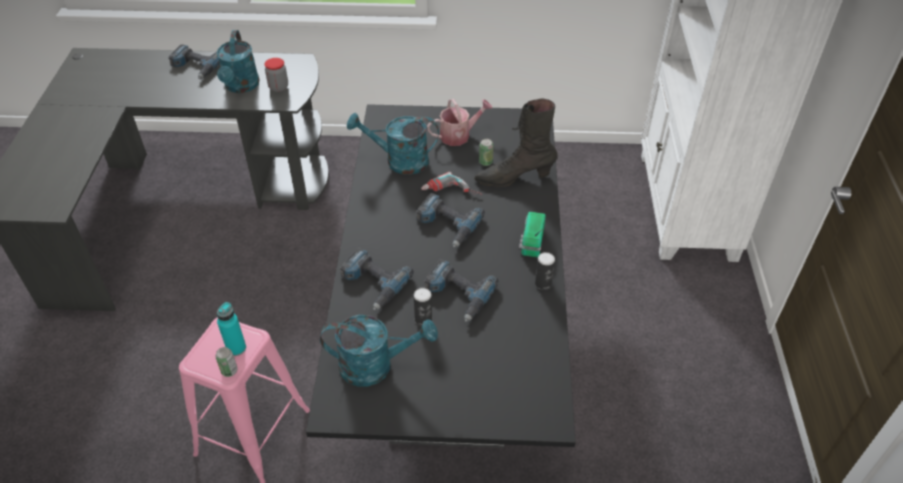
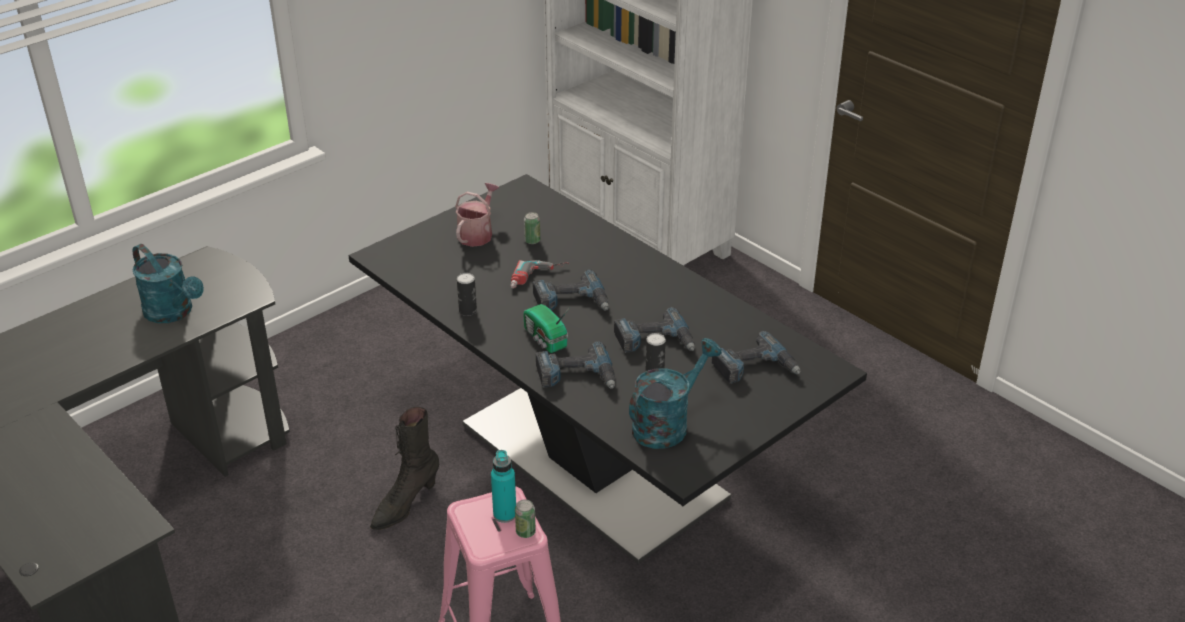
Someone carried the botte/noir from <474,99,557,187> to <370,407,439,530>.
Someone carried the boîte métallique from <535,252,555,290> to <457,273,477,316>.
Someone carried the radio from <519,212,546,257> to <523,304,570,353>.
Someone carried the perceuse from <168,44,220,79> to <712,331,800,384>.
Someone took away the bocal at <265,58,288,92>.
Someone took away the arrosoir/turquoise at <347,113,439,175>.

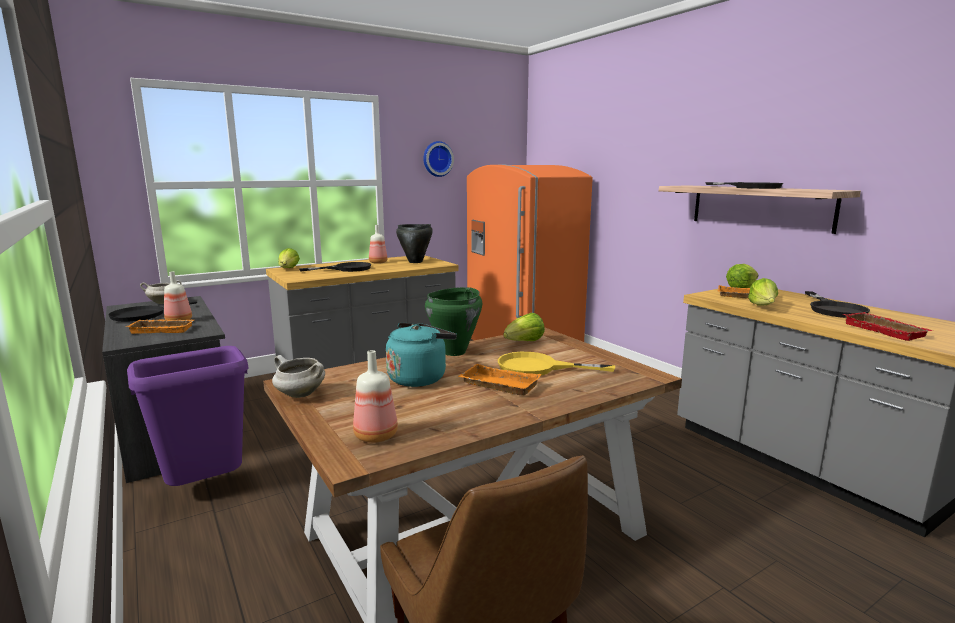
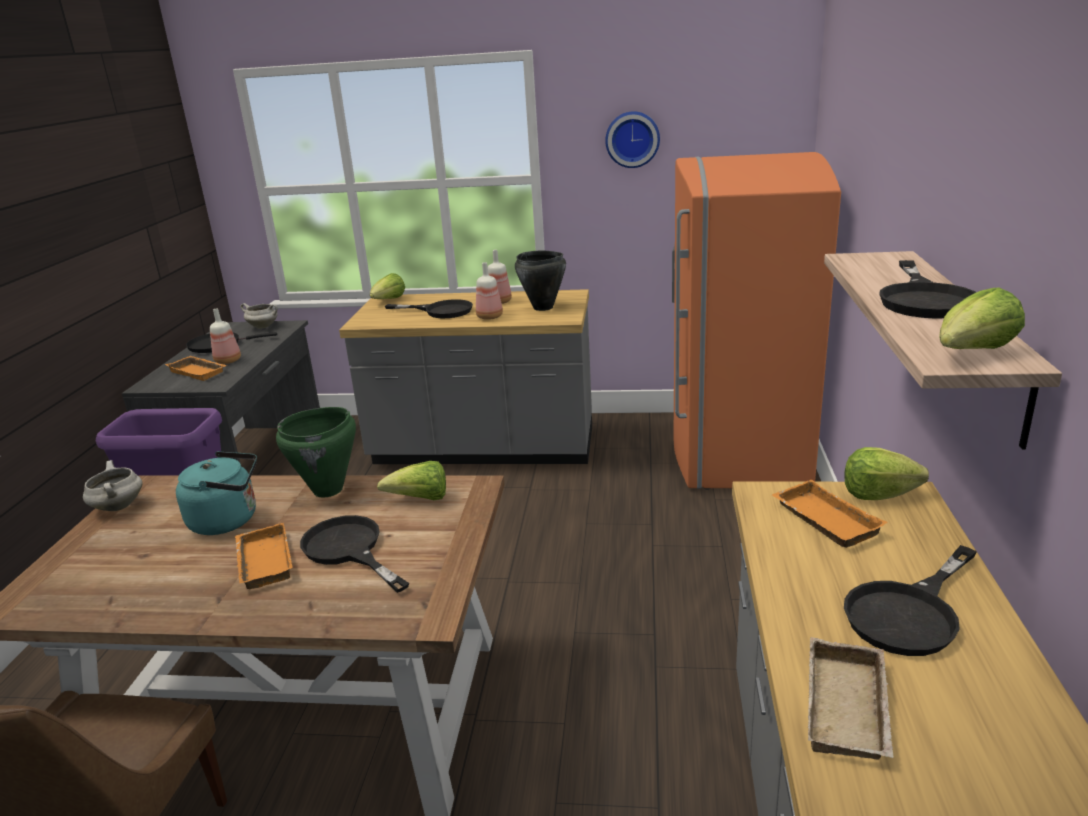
Someone repainted the poêle/jaune at <498,352,615,376>, which became the poêle/noir at <300,515,409,593>.
Someone carried the bouteille from <353,350,398,443> to <476,262,503,320>.
Someone repainted the plateau/rouge at <844,312,934,341>, which became the plateau/beige at <808,637,894,760>.
Someone carried the laitue from <748,278,778,306> to <939,288,1025,349>.

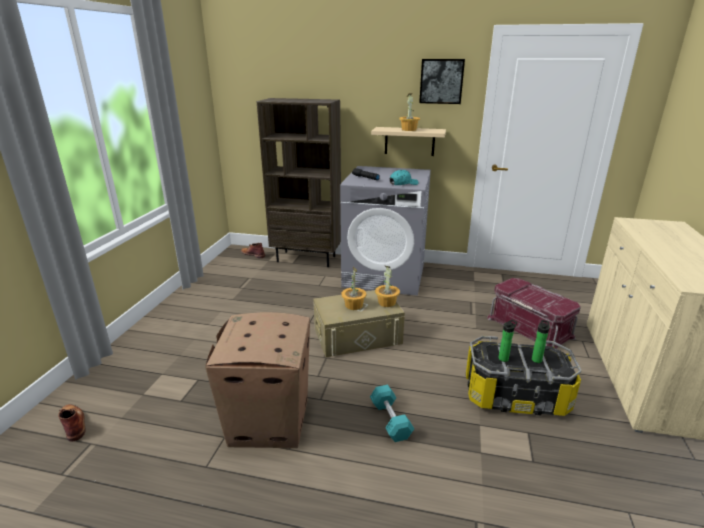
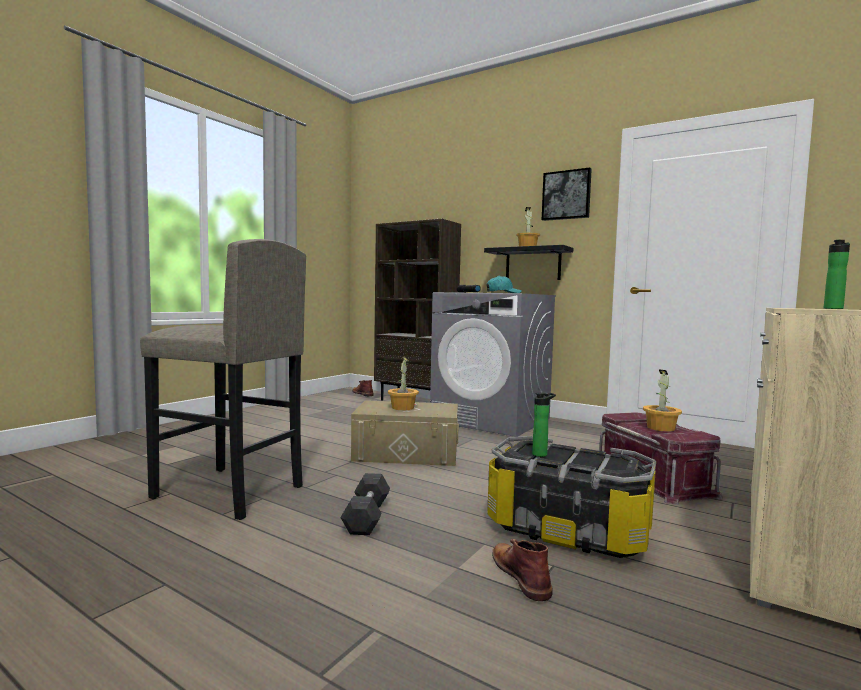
Someone swapped the carton at <205,312,310,448> for the tabouret/gris at <140,239,306,520>.
Someone repainted the haltère/turquoise at <370,385,414,442>, which became the haltère/gris at <341,473,390,535>.
Someone repainted the étagère/beige at <371,127,446,156>, which became the étagère/noir at <484,245,573,280>.
Someone carried the botte/marron from <58,404,86,442> to <492,539,553,601>.
Someone carried the plante en pot from <375,266,400,307> to <643,369,682,432>.
Someone carried the bouteille from <532,320,550,363> to <824,240,850,309>.

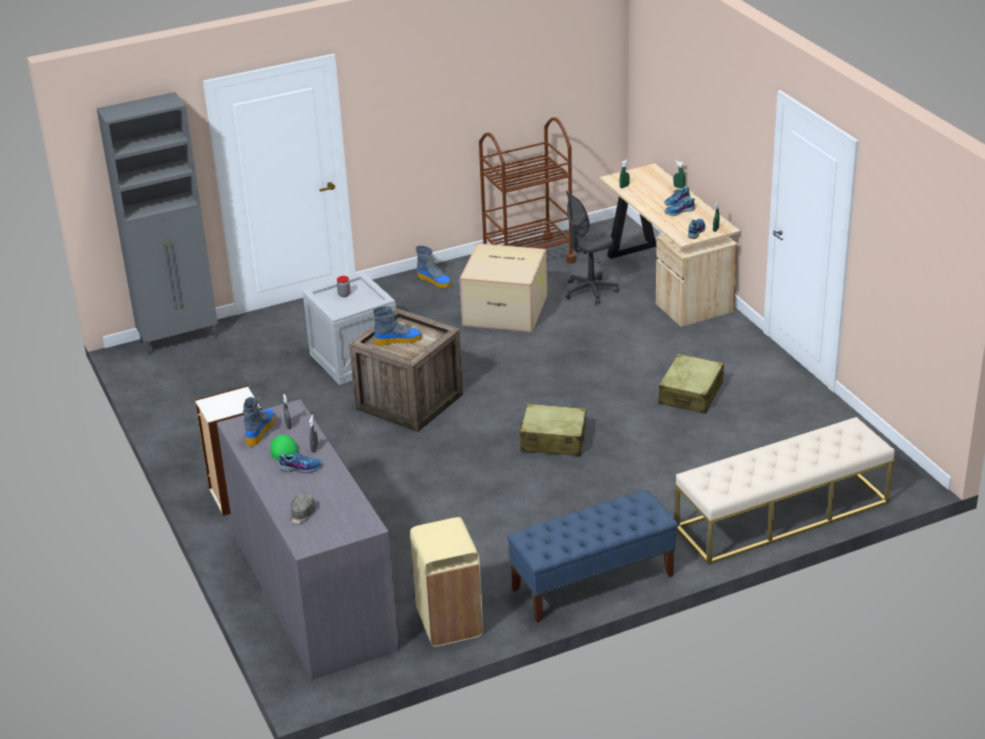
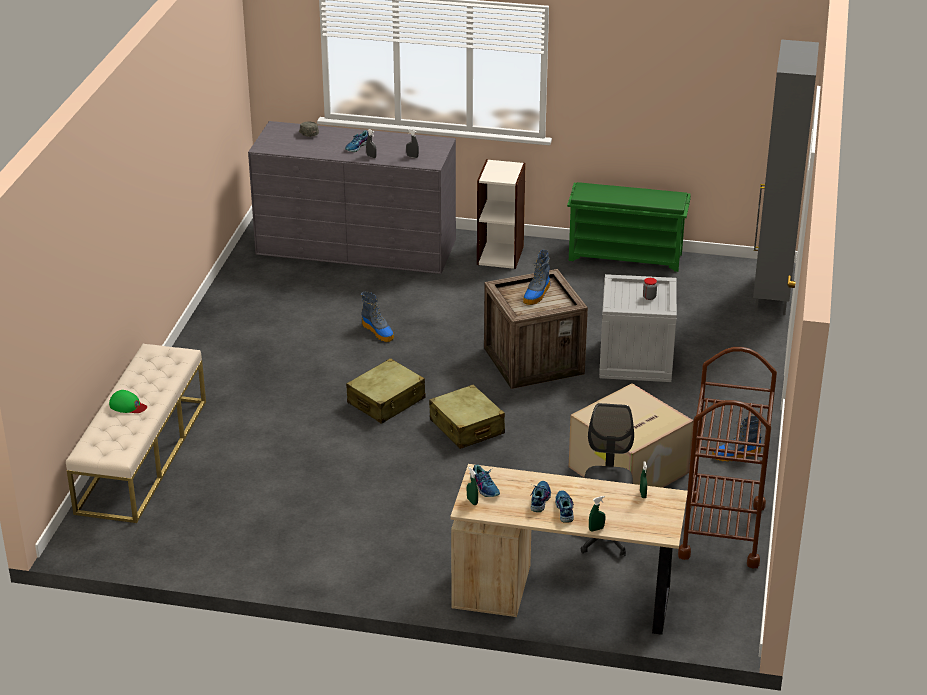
Someone carried the casquette/vert from <270,435,298,461> to <109,390,147,413>.
Someone carried the botte from <243,397,275,446> to <361,291,394,342>.
Someone carried the valise/beige from <659,354,724,414> to <429,385,505,449>.
Someone put down the étagère à chaussures/vert at <567,182,691,272>.
Someone took away the poubelle/beige at <410,517,483,647>.
Someone took away the banc/bleu at <507,490,678,622>.

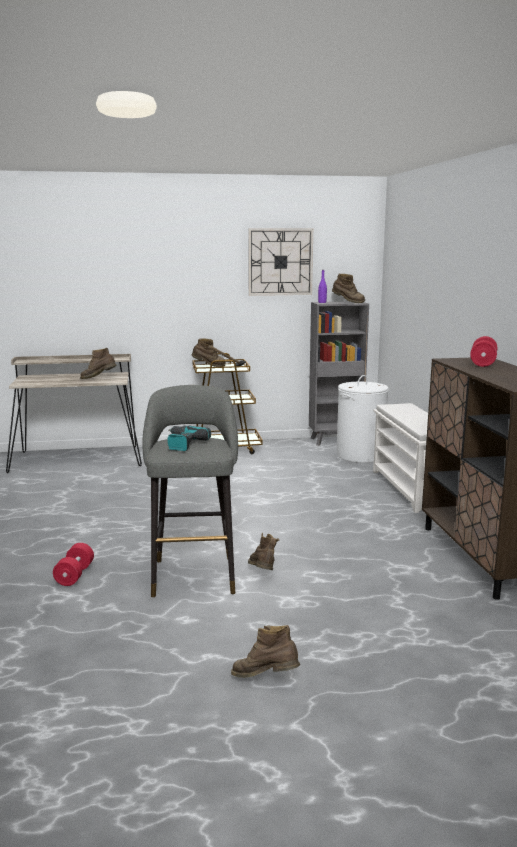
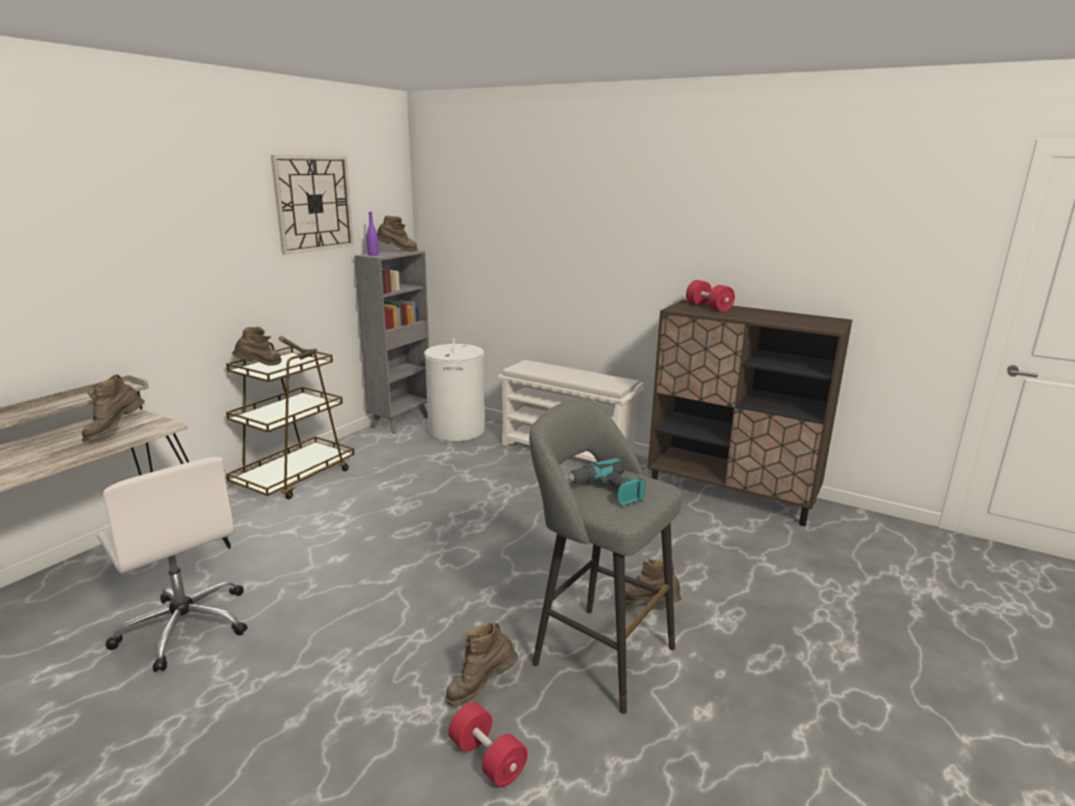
Someone put down the chaise de bureau/blanc at <97,457,247,672>.
Someone carried the botte/marron from <231,625,300,678> to <445,621,518,706>.

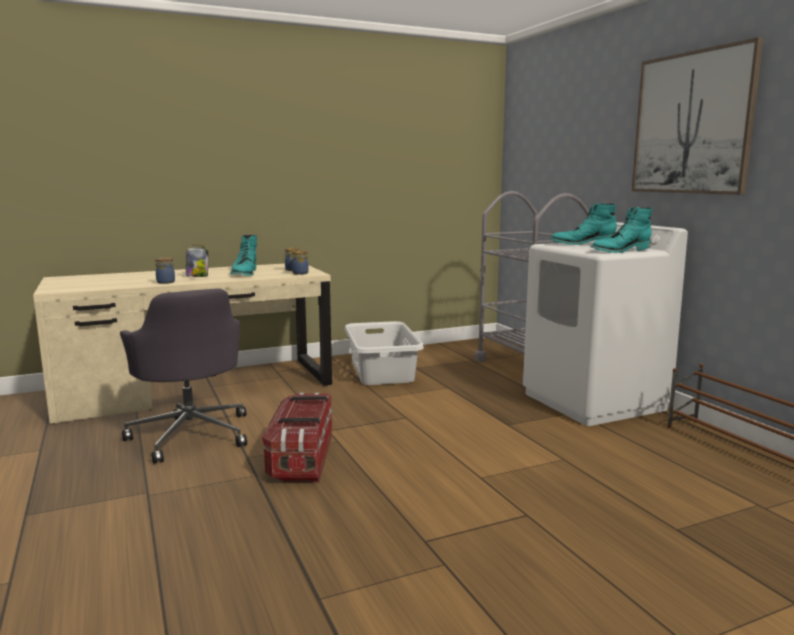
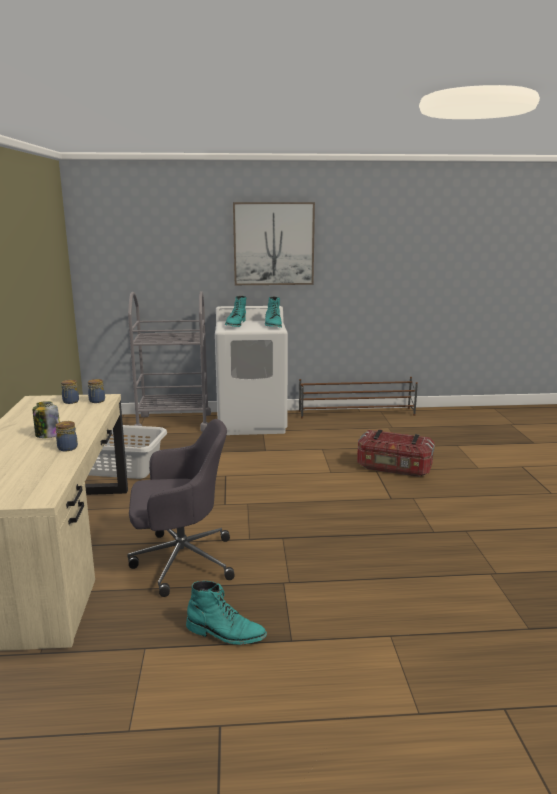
Someone carried the botte/turquoise from <230,235,257,276> to <186,580,267,645>.
Someone carried the boîte de rangement from <262,393,332,483> to <357,429,435,477>.

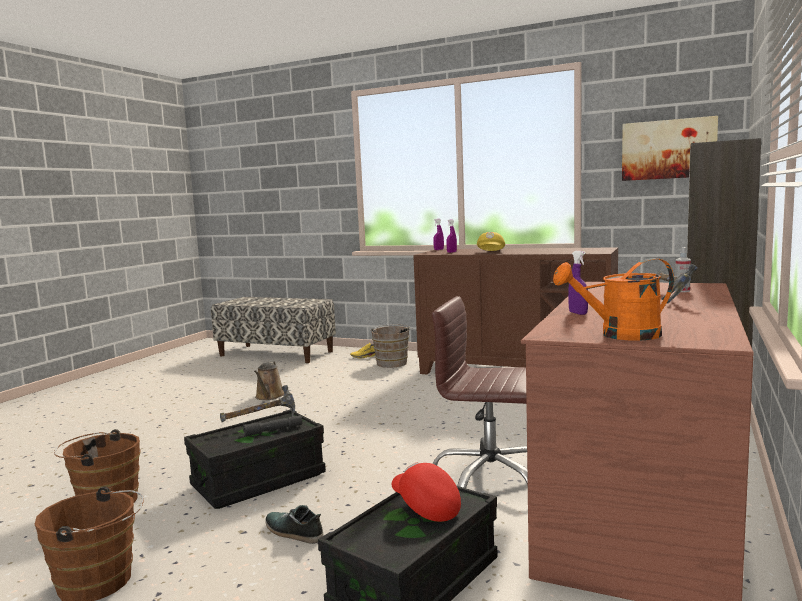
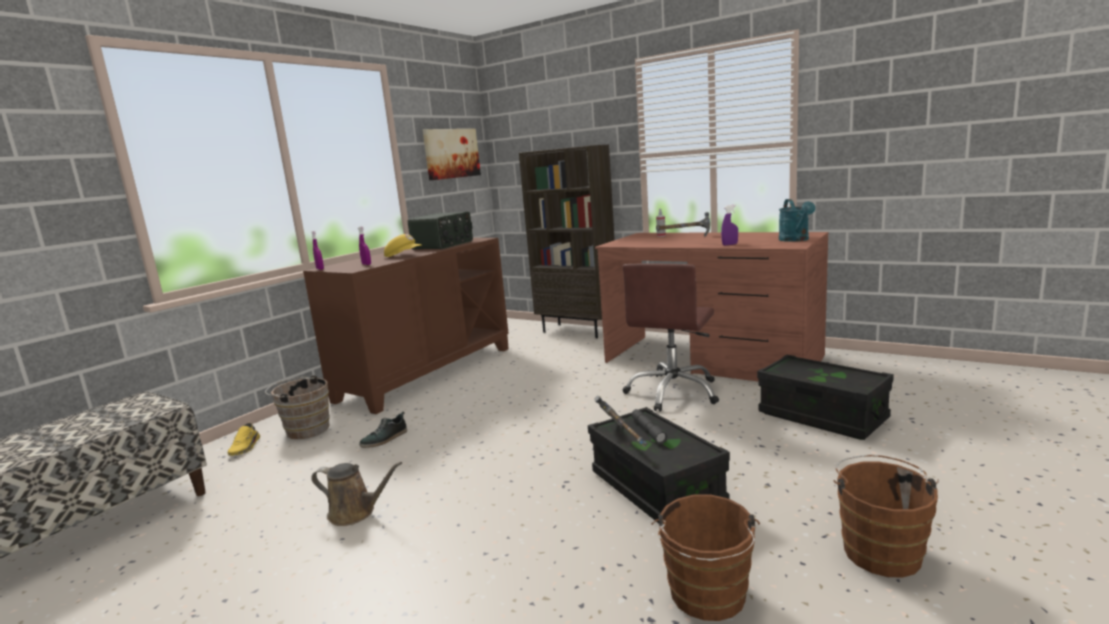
Someone carried the chaussure from <265,505,323,544> to <359,411,407,448>.
Someone put down the radio at <408,212,473,249>.
Someone repainted the arrosoir/orange at <553,258,674,341>, which became the arrosoir/turquoise at <779,199,816,242>.
Someone took away the casquette/rouge at <392,462,461,522>.

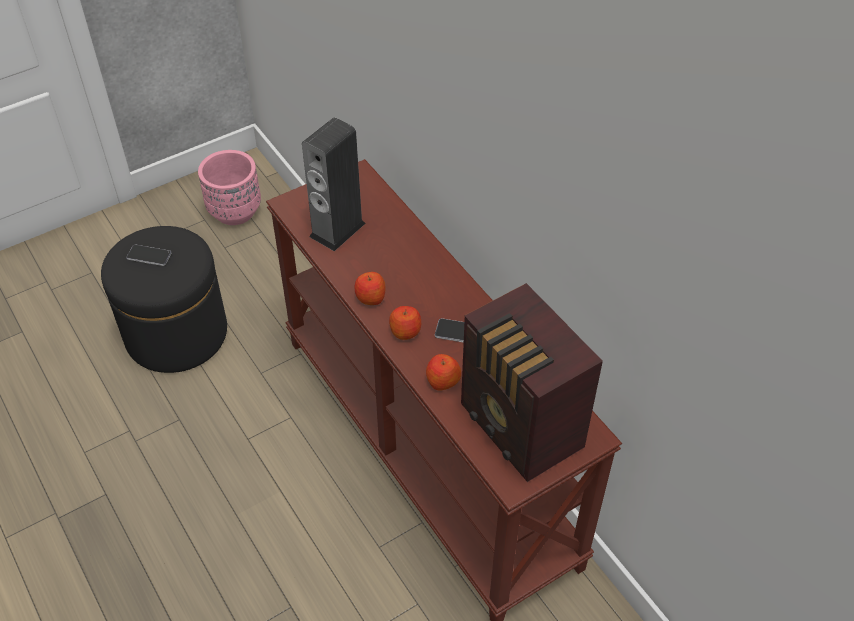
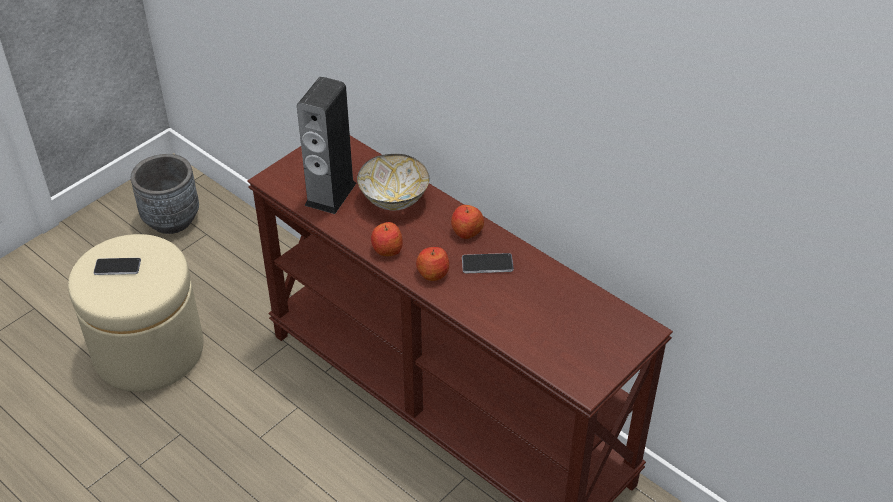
Someone repainted the pouf/noir at <101,226,227,373>, which became the pouf/beige at <68,234,203,392>.
Someone repainted the cache-pot/rose at <198,150,261,225>, which became the cache-pot/gris at <131,154,199,234>.
Someone put down the bol at <357,154,429,210>.
Someone carried the pomme from <426,354,461,391> to <451,205,484,239>.
Someone took away the radio at <461,283,603,482>.

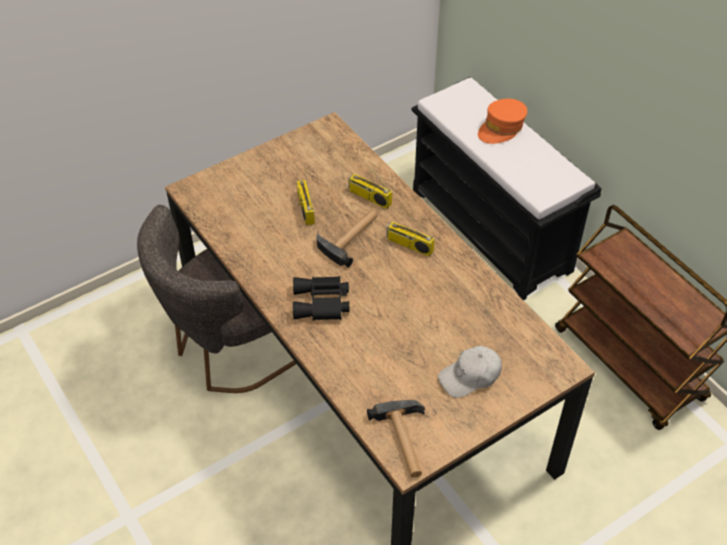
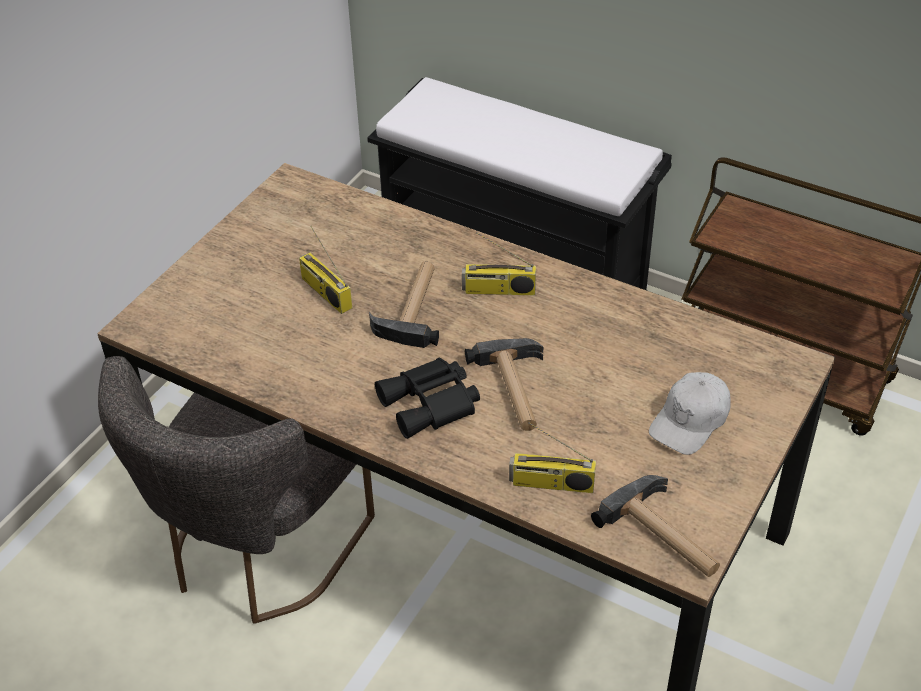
Someone put down the marteau at <465,338,543,431>.
Someone carried the radio from <348,161,392,209> to <509,422,596,493>.
Someone took away the casquette/orange at <478,99,527,144>.

